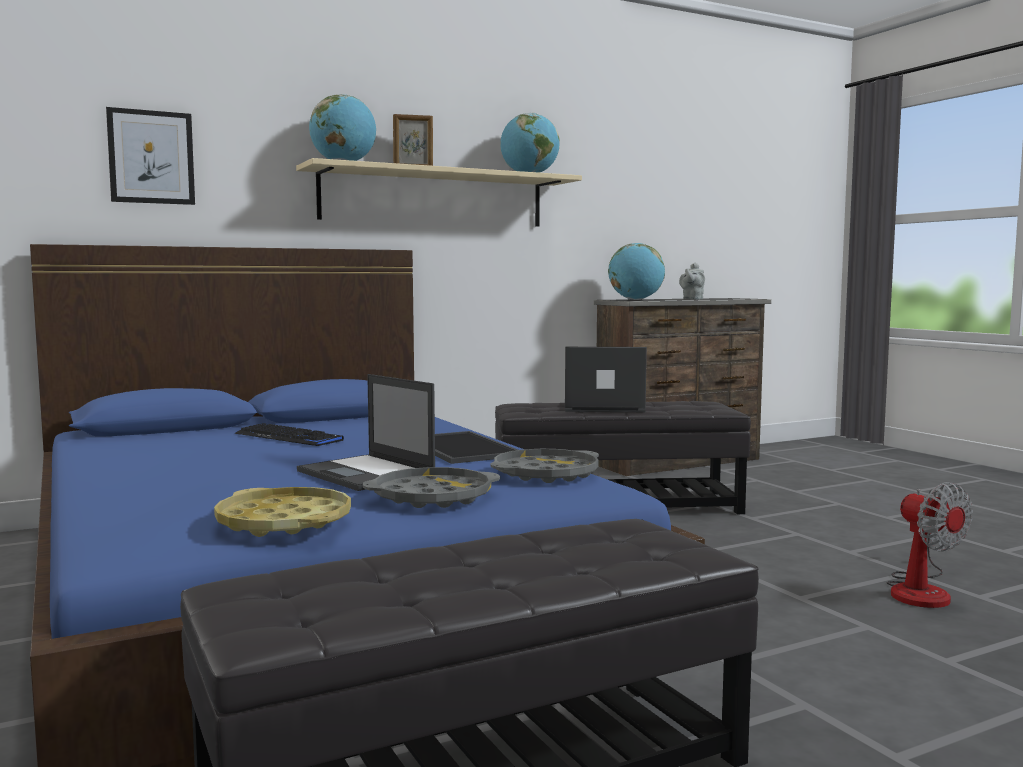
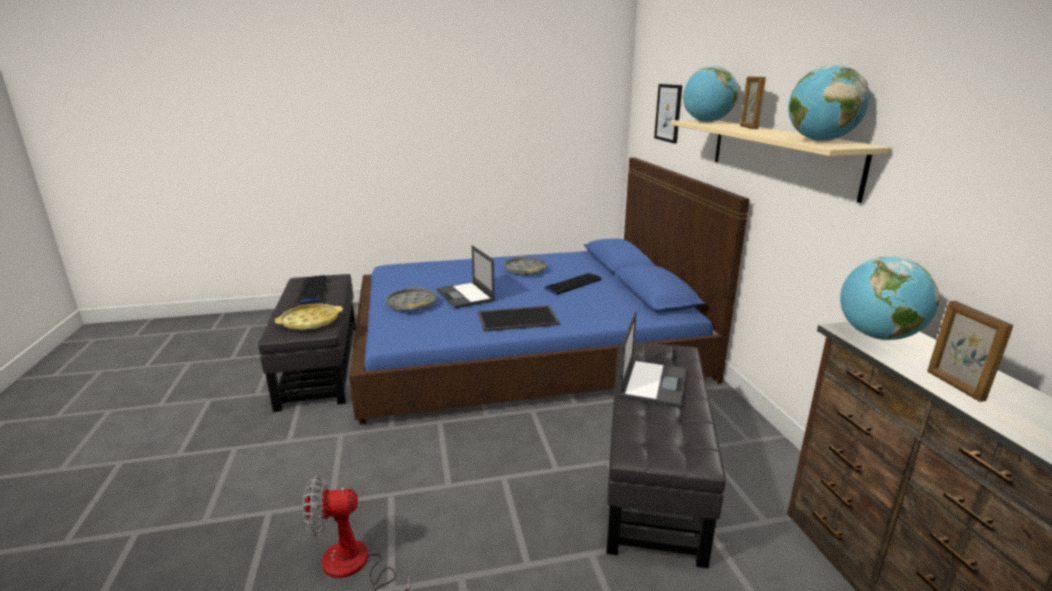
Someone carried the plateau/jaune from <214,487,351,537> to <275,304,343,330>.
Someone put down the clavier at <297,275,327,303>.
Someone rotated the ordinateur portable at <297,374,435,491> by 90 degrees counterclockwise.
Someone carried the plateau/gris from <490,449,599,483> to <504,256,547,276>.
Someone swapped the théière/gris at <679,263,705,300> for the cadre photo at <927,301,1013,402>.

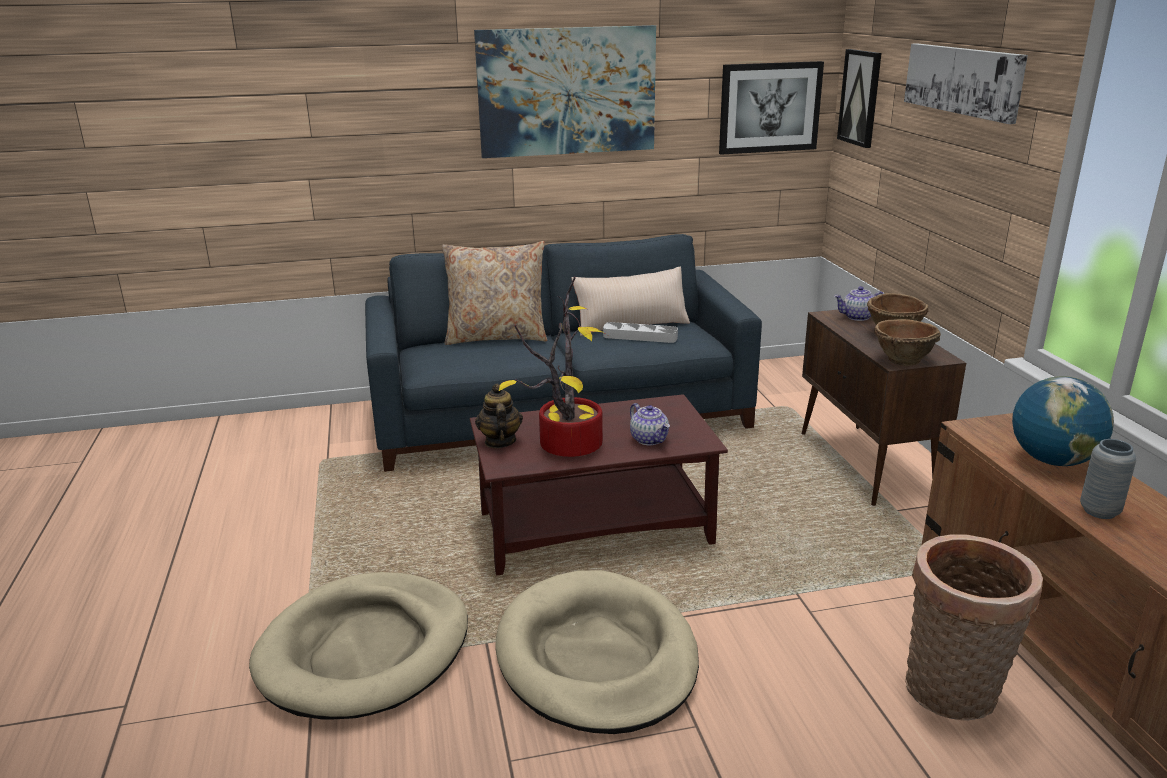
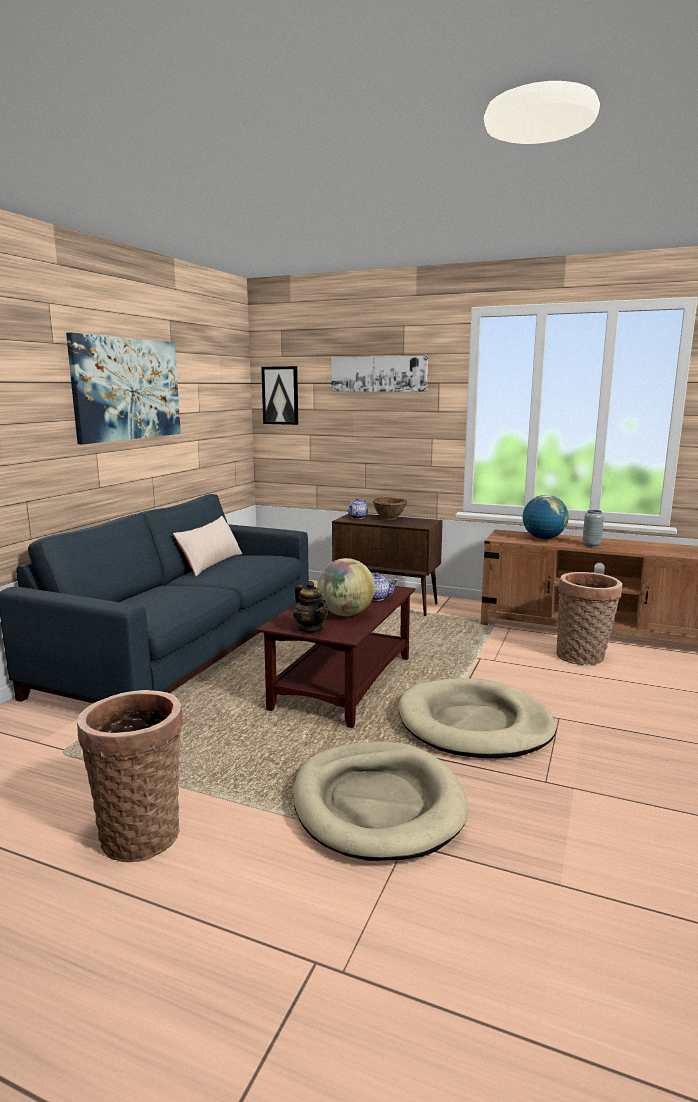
Someone put down the panier at <77,690,183,862>.
Someone rotated the théière at <475,384,523,448> by 150 degrees counterclockwise.
Someone swapped the plante en pot at <498,277,604,457> for the globe at <317,558,375,616>.
Someone took away the coussin/beige at <442,241,547,345>.
Someone took away the plateau/gris at <603,322,678,343>.
Someone took away the tableau at <719,61,824,155>.
Someone took away the bol/marron at <874,319,941,366>.

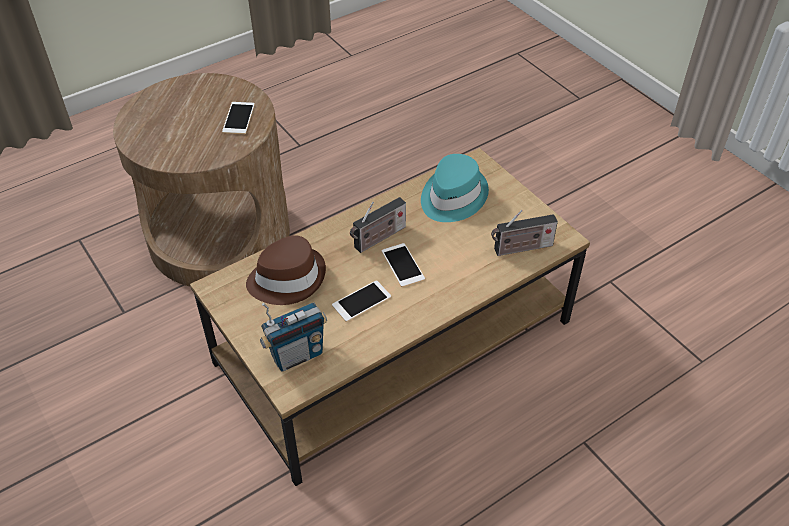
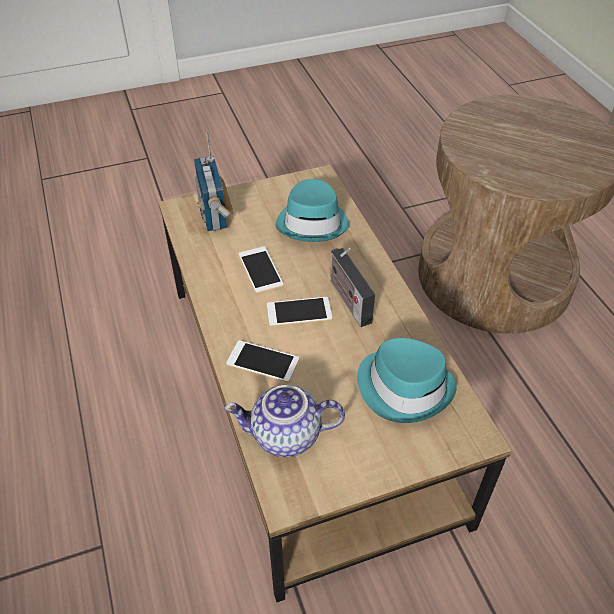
Someone swapped the radio at <491,210,558,256> for the théière at <224,385,345,457>.
Someone carried the téléphone from <222,102,255,134> to <226,340,299,382>.
Someone repainted the chapeau/marron at <246,235,326,305>, which became the chapeau/turquoise at <276,179,349,242>.

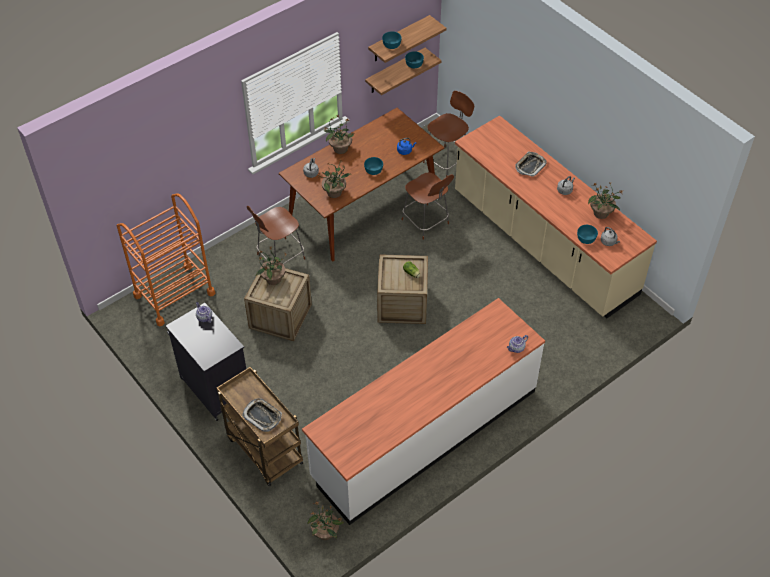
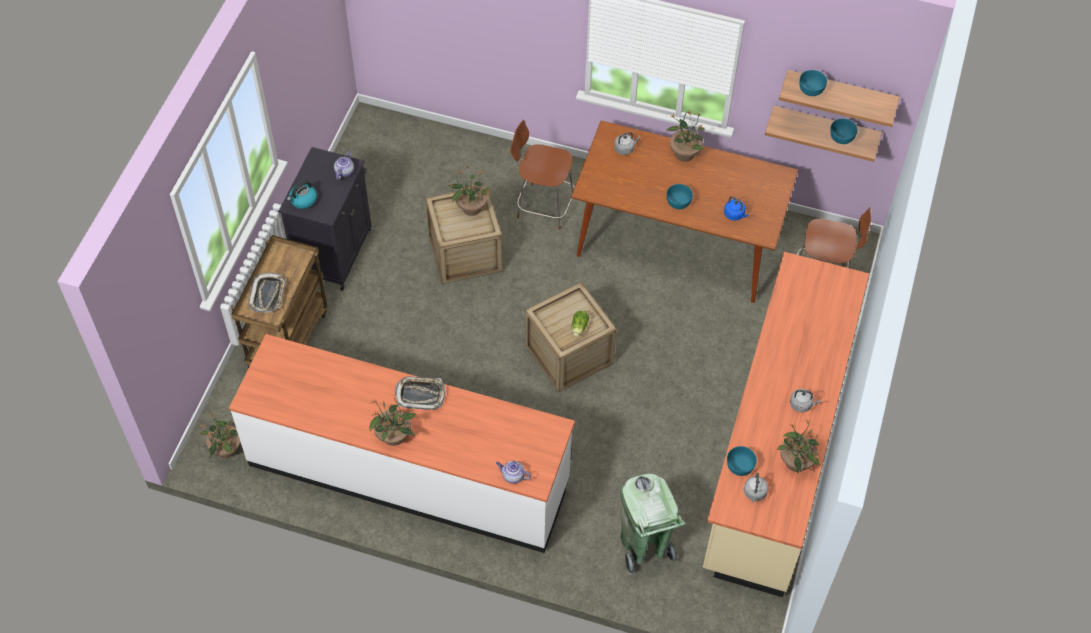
Someone put down the bouilloire at <287,180,317,209>.
Someone carried the plante en pot from <318,159,351,198> to <369,398,416,446>.
Someone carried the plateau from <515,152,547,177> to <395,377,446,410>.
Someone put down the poubelle/vert at <620,473,686,574>.
Someone took away the chariot/orange at <117,194,216,326>.
Someone took away the chaise/marron at <402,172,454,240>.

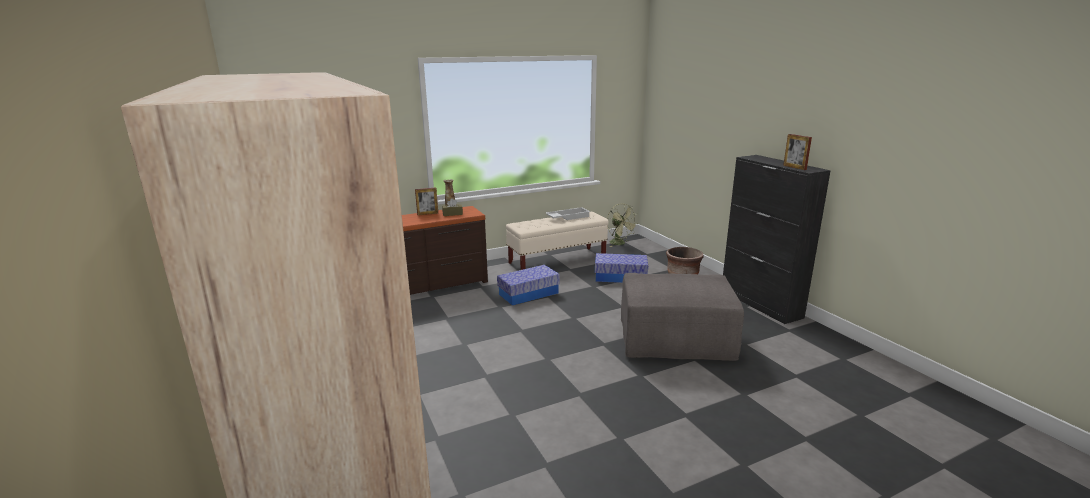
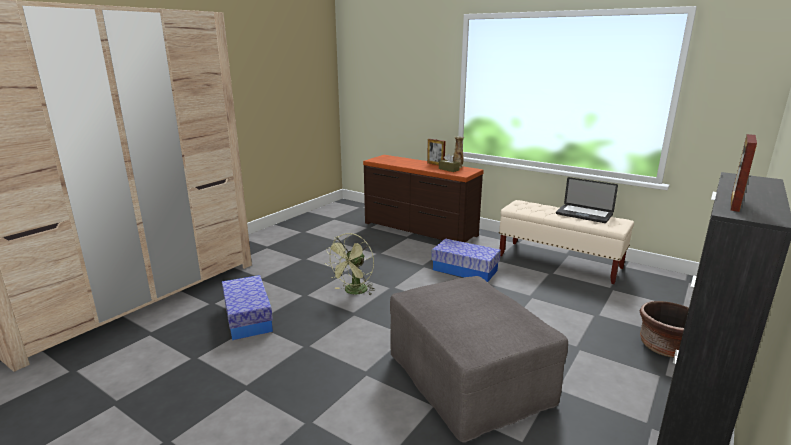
Someone carried the boîte de rangement from <595,253,648,283> to <222,275,273,340>.
Someone carried the ventilateur/vert from <607,203,638,247> to <325,233,376,295>.
Someone swapped the plateau/blanc at <546,207,590,220> for the ordinateur portable at <556,177,618,223>.

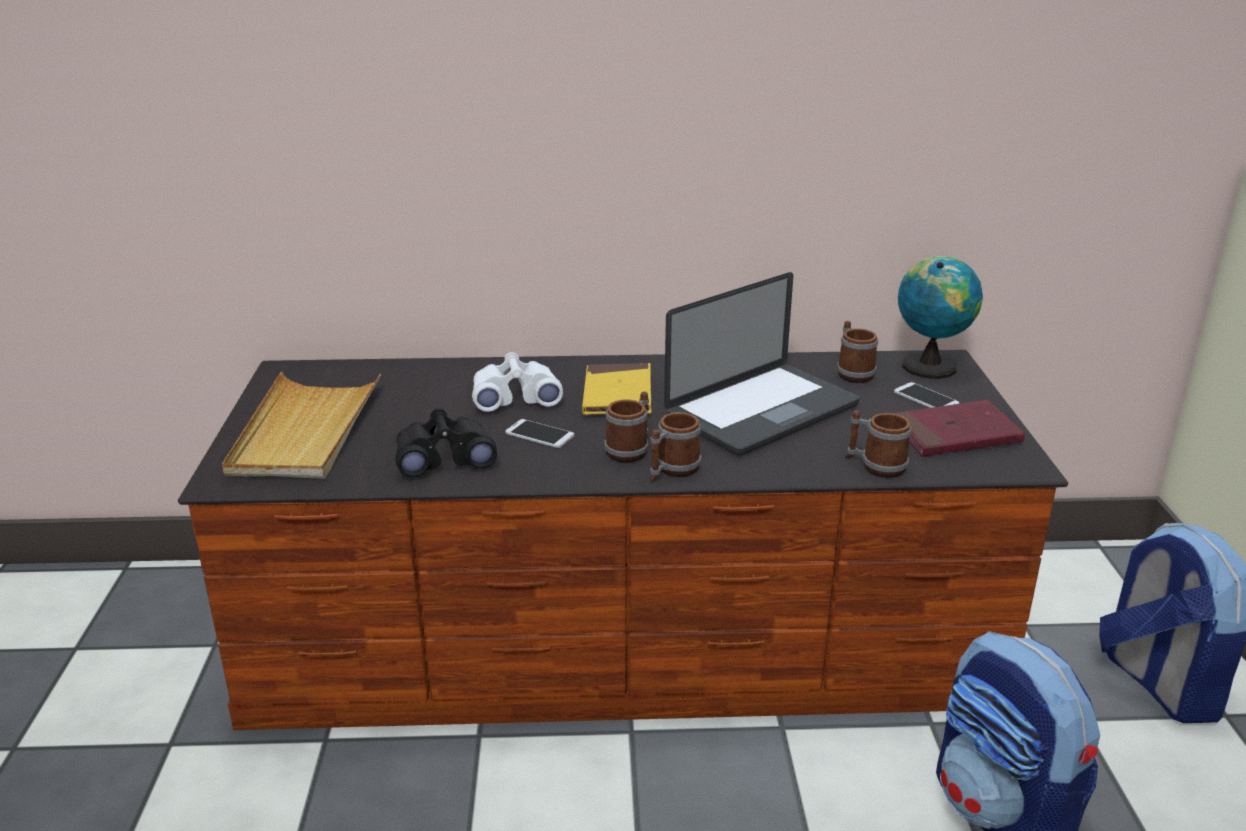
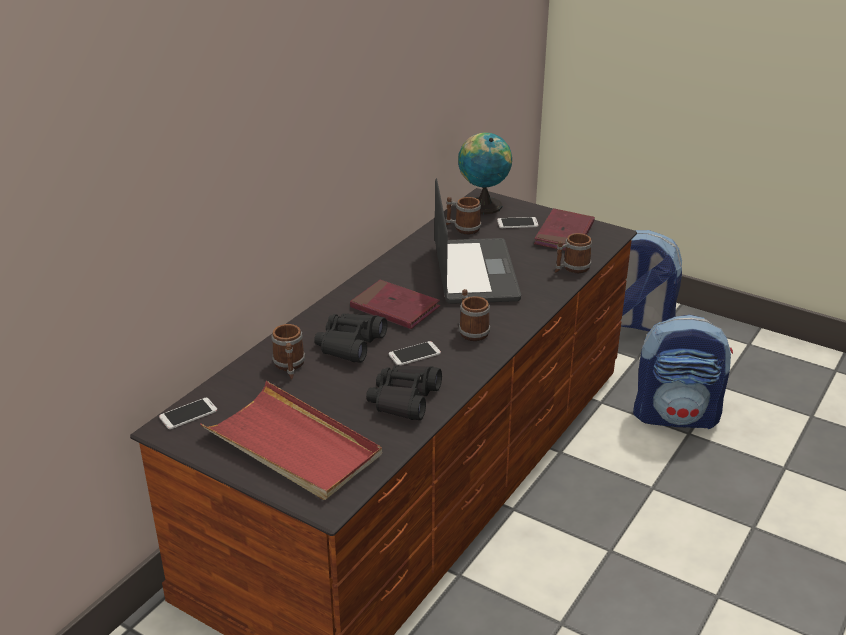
Someone put down the téléphone at <159,398,217,429>.
Someone repainted the plateau/beige at <222,372,381,479>, which became the plateau/rouge at <200,381,382,500>.
Someone carried the mug from <650,412,702,482> to <271,324,305,379>.
Someone repainted the jumelles/blanc at <472,352,563,412>, which became the jumelles/noir at <314,313,387,363>.
Someone repainted the livre/jaune at <582,363,651,415>, which became the livre/rouge at <350,280,440,329>.

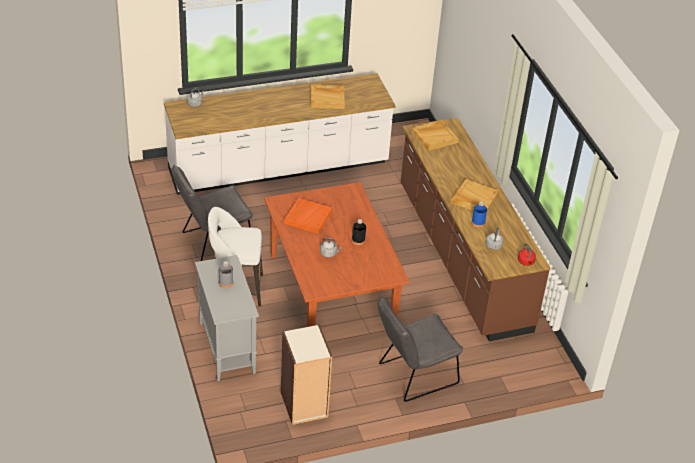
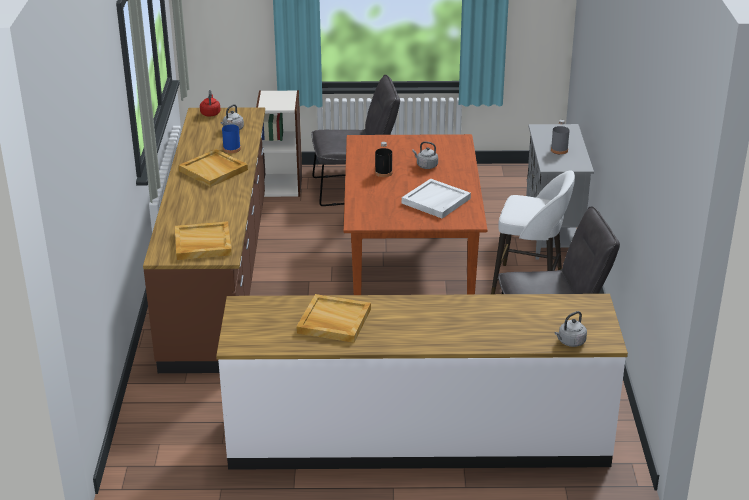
Someone carried the bibliothèque from <281,325,332,425> to <256,90,302,197>.
Someone repainted the plateau/orange at <284,198,332,234>, which became the plateau/blanc at <402,179,471,218>.

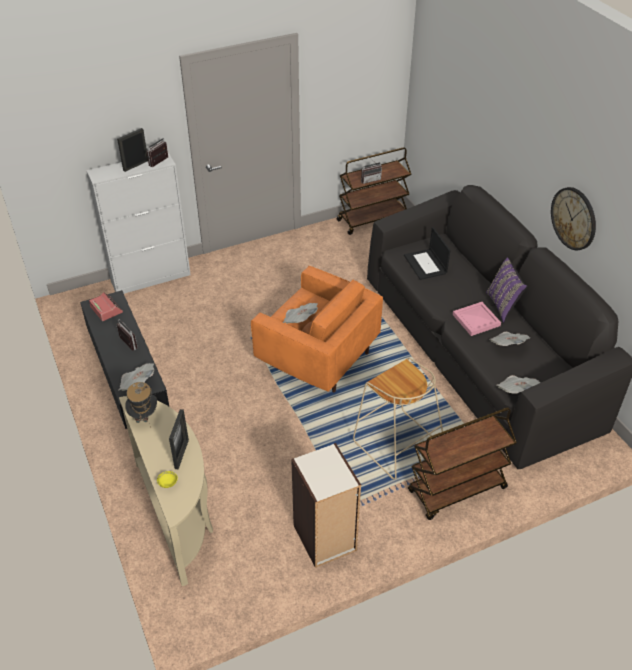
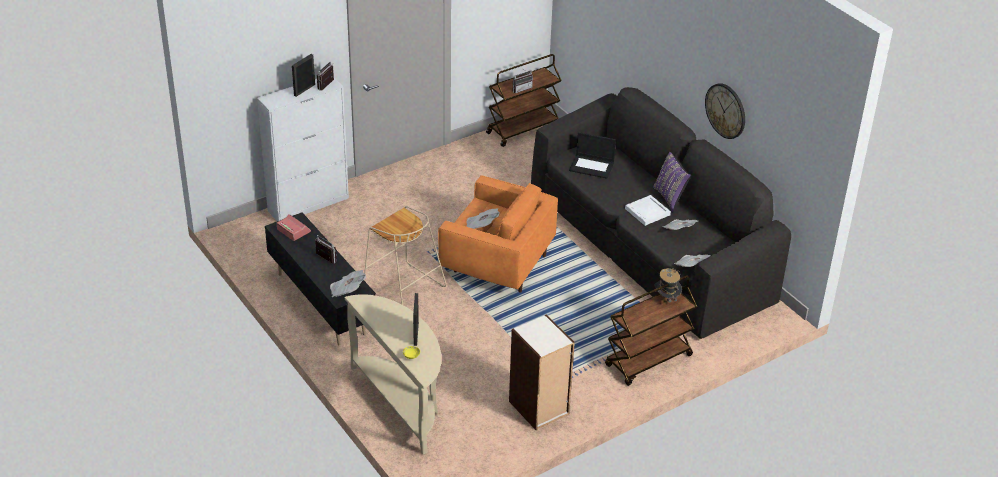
Someone carried the tabouret/beige from <353,358,443,480> to <364,206,447,305>.
Someone rotated the ordinateur portable at <404,227,450,280> by 45 degrees counterclockwise.
Someone repainted the plateau/rose at <453,302,501,336>, which became the plateau/blanc at <625,195,671,226>.
Someone carried the chapeau from <125,382,157,428> to <655,268,682,306>.

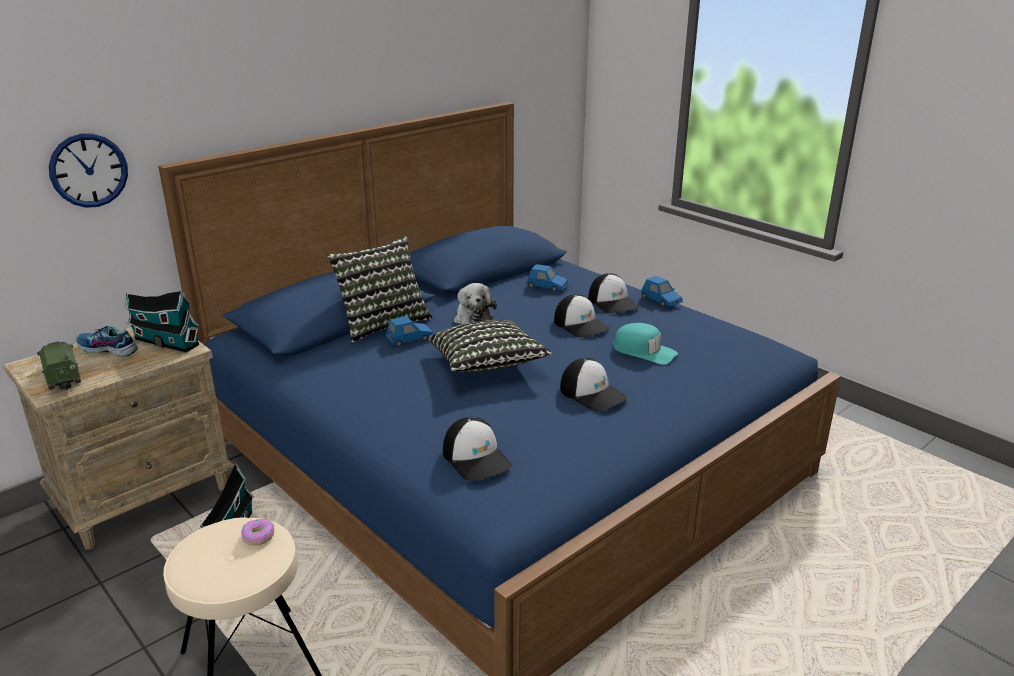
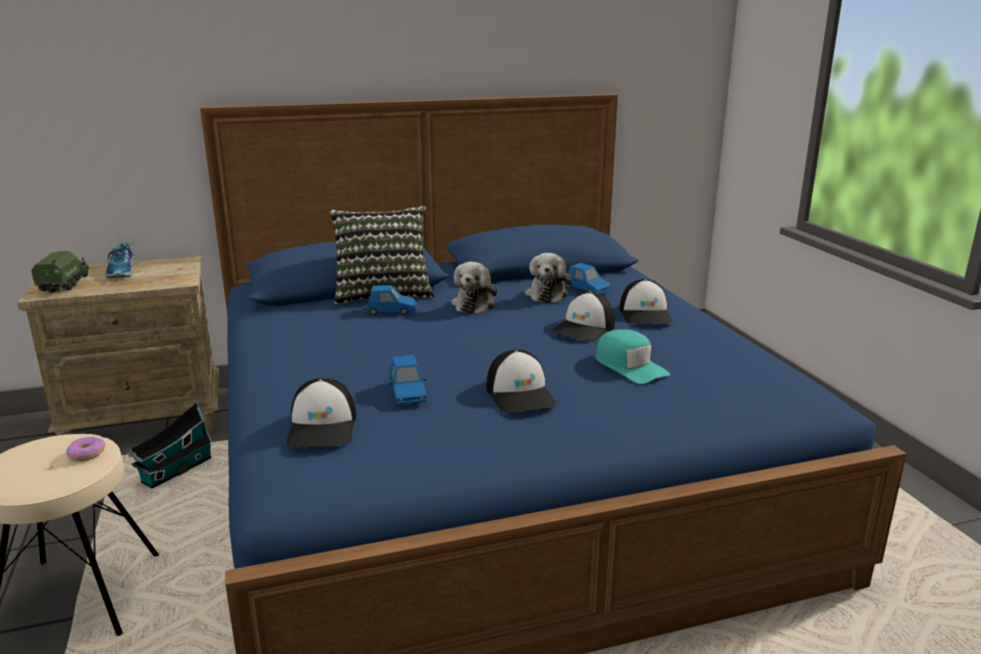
Someone rotated the chaussure at <76,326,138,357> by 150 degrees counterclockwise.
Someone carried the petite voiture/bleu from <641,276,683,307> to <389,355,427,405>.
Someone put down the peluche at <525,253,572,303>.
Someone rotated the casquette at <554,294,610,337> by 45 degrees clockwise.
Someone took away the horloge murale at <49,134,128,208>.
Someone took away the maison miniature at <125,290,200,352>.
Someone took away the coussin at <428,320,552,372>.

